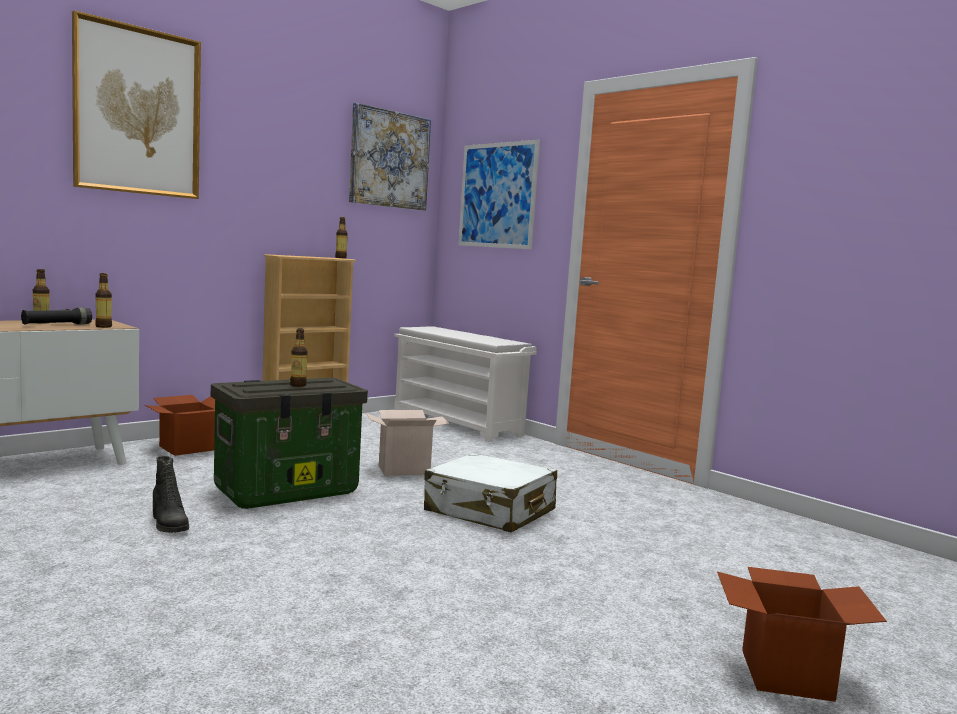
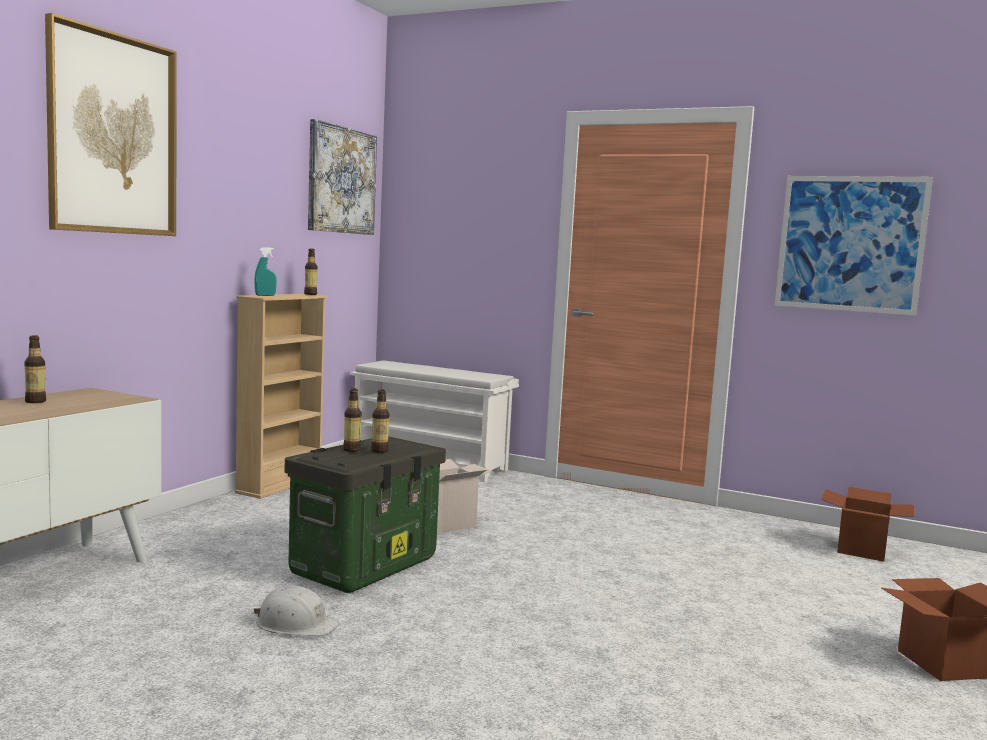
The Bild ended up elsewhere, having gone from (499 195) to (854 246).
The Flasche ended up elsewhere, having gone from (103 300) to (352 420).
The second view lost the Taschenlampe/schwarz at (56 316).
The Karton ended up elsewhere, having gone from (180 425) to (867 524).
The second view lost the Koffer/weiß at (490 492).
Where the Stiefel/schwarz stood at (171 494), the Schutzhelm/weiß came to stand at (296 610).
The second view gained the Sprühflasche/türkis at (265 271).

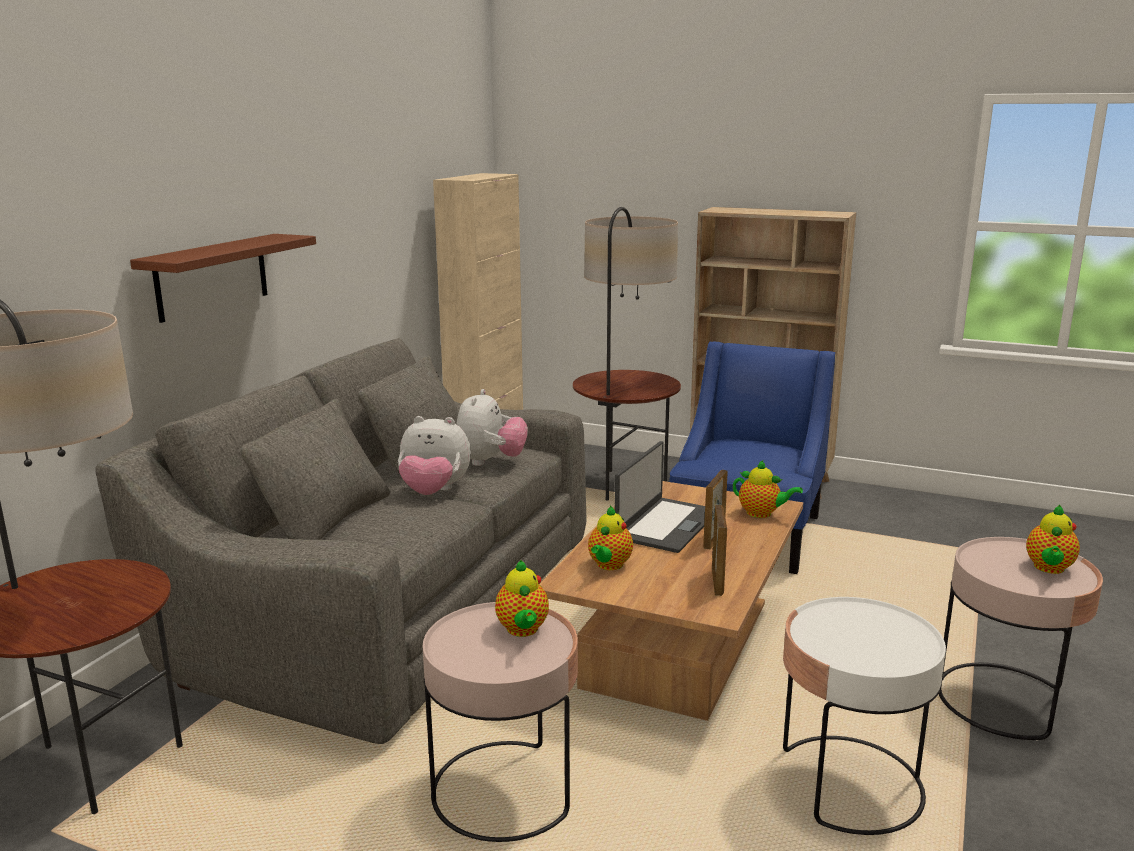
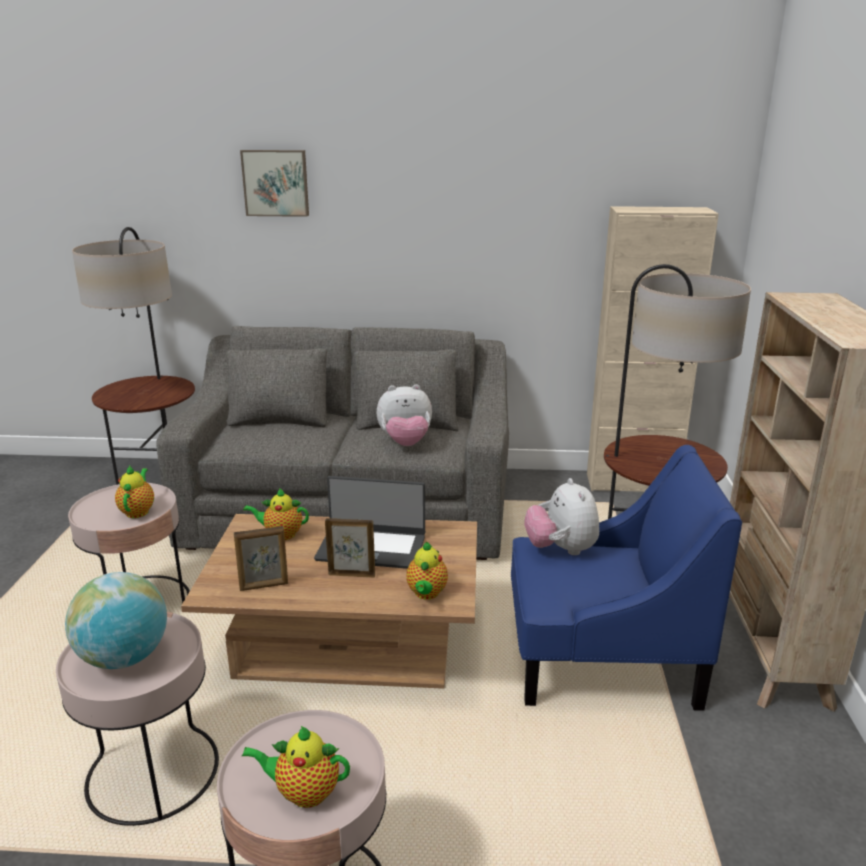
The second view lost the Wandregal/braun at (223 278).
The Plüschtier ended up elsewhere, having gone from (434 455) to (561 516).
The Teekanne at (522 598) ended up facing another way, 120 degrees clockwise from before.
What was the Beistelltisch/weiß at (864 716) turned into the Beistelltisch/rosa at (137 719).
The second view gained the Bild at (274 183).
The second view gained the Globus at (116 620).

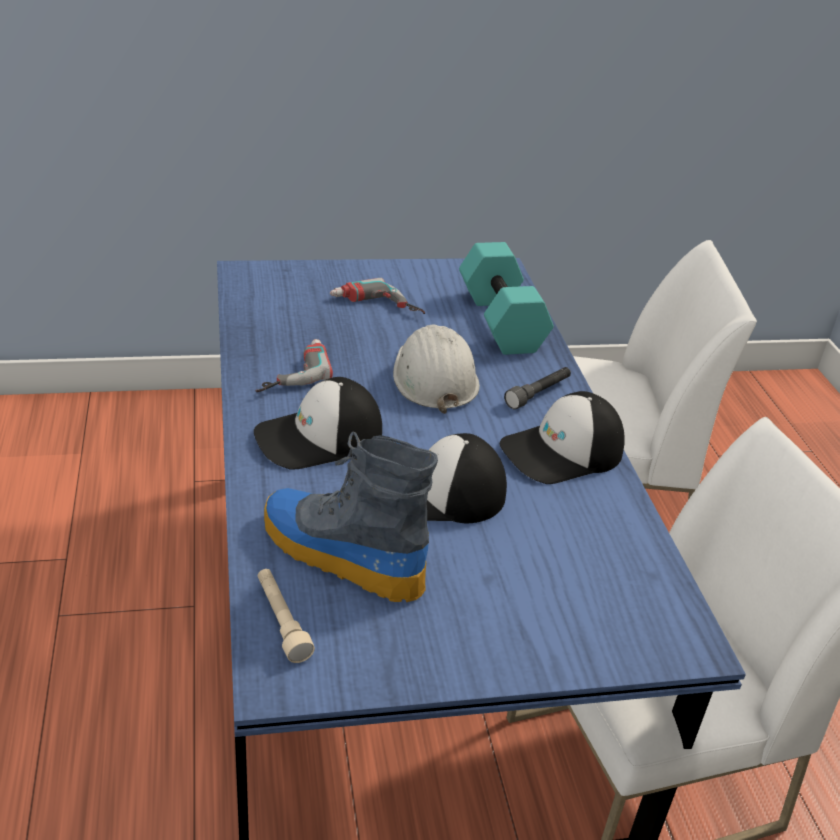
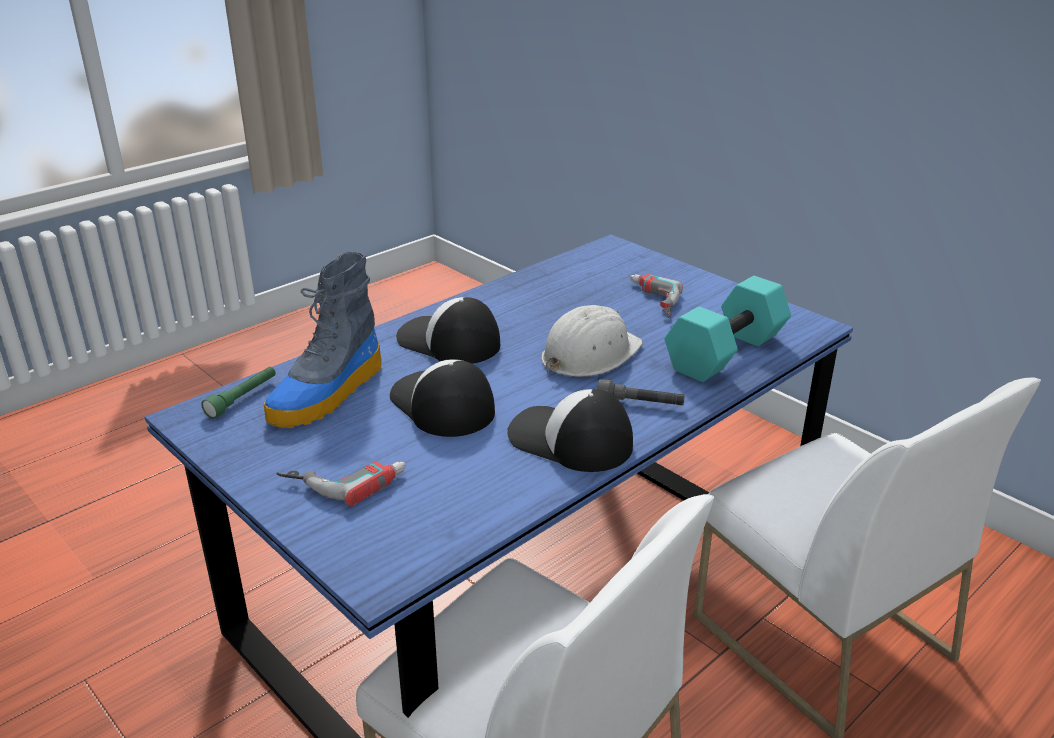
The Bohrmaschine ended up elsewhere, having gone from (294 365) to (341 484).
The Stiefel at (351 516) ended up facing another way, 150 degrees counterclockwise from before.
What was the Taschenlampe/beige at (286 616) turned into the Taschenlampe/grün at (238 393).

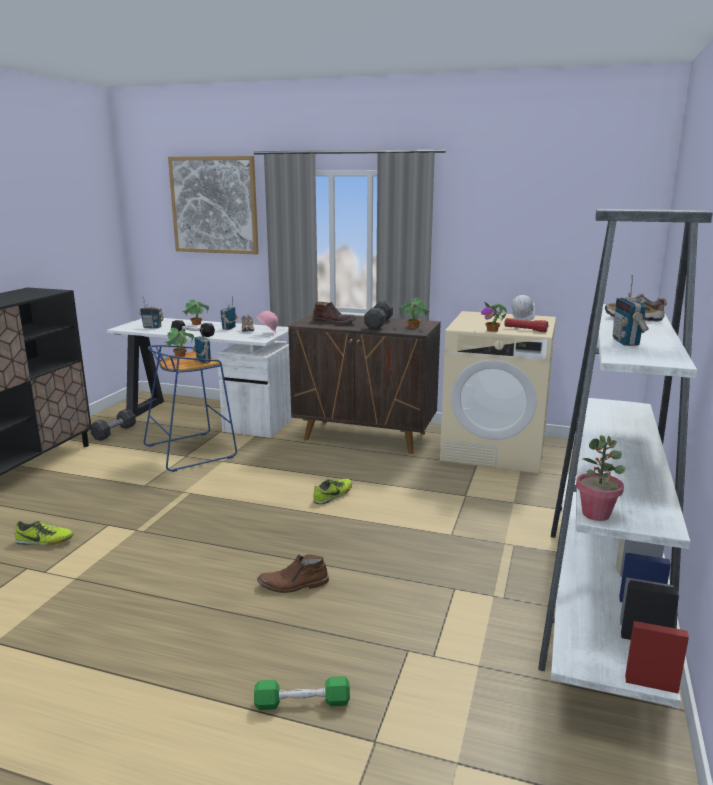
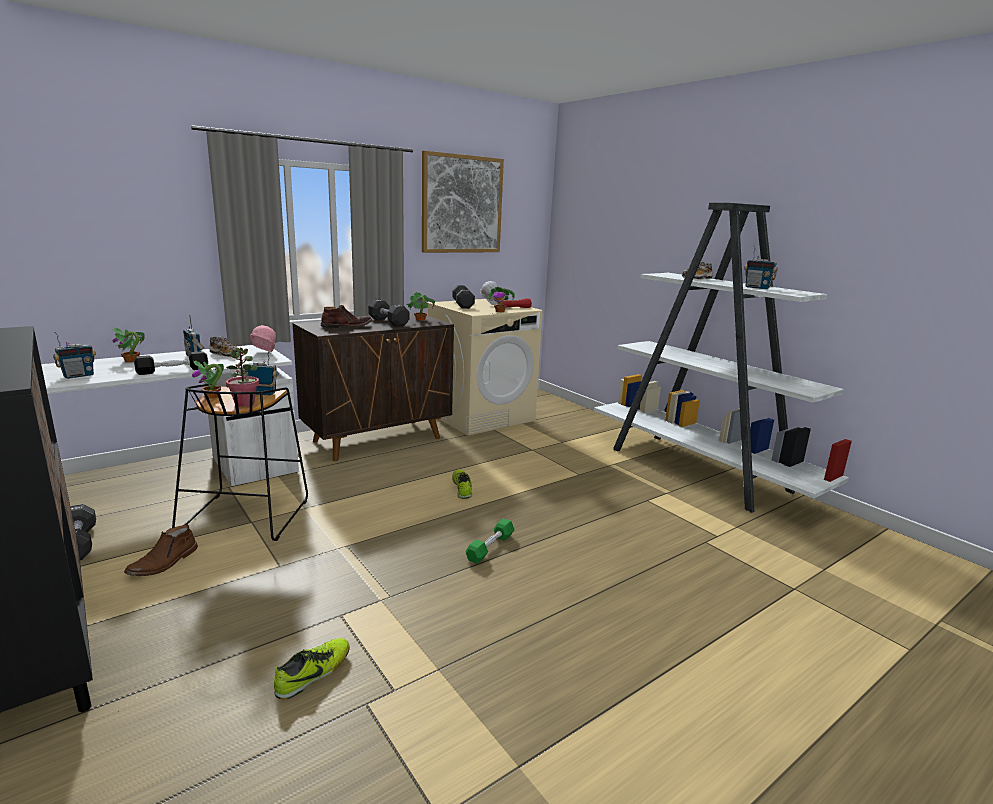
The Bild ended up elsewhere, having gone from (213 205) to (463 202).
What was the Hocker/blau at (190 408) turned into the Hocker/schwarz at (240 462).
The Topfpflanze ended up elsewhere, having gone from (601 478) to (242 377).
The Stiefel/braun ended up elsewhere, having gone from (293 574) to (161 550).
The Hantel/grün ended up elsewhere, having gone from (302 693) to (490 541).
The second view gained the Hantel/schwarz at (463 297).

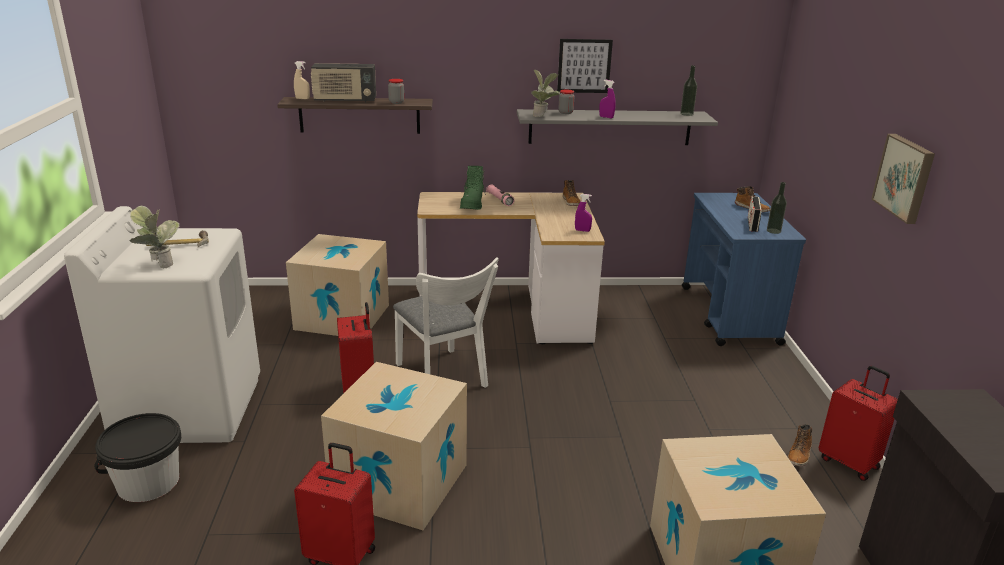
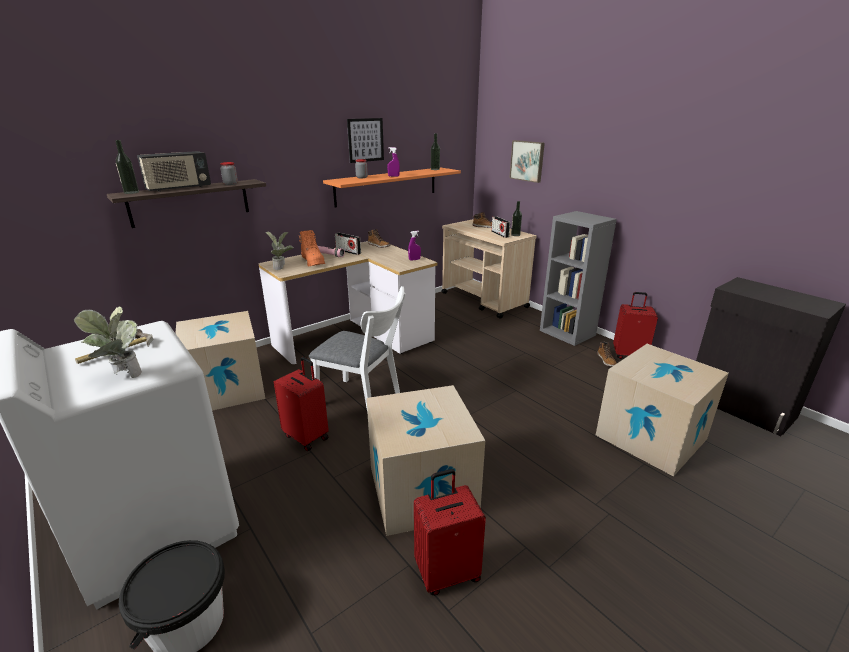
Where the Sprühflasche/beige stood at (302 80), the Flasche came to stand at (127 167).
The Topfpflanze ended up elsewhere, having gone from (545 93) to (279 251).
What was the Wandregal/grau at (617 127) turned into the Wandregal/orange at (392 187).
The Bild ended up elsewhere, having gone from (903 179) to (527 161).
What was the Stiefel/grün at (473 188) turned into the Stiefel/orange at (312 248).
What was the Rollwagen/blau at (744 269) turned into the Rollwagen/beige at (489 269).
The second view gained the Bücherregal/grau at (578 278).
The second view gained the Radio at (348 244).

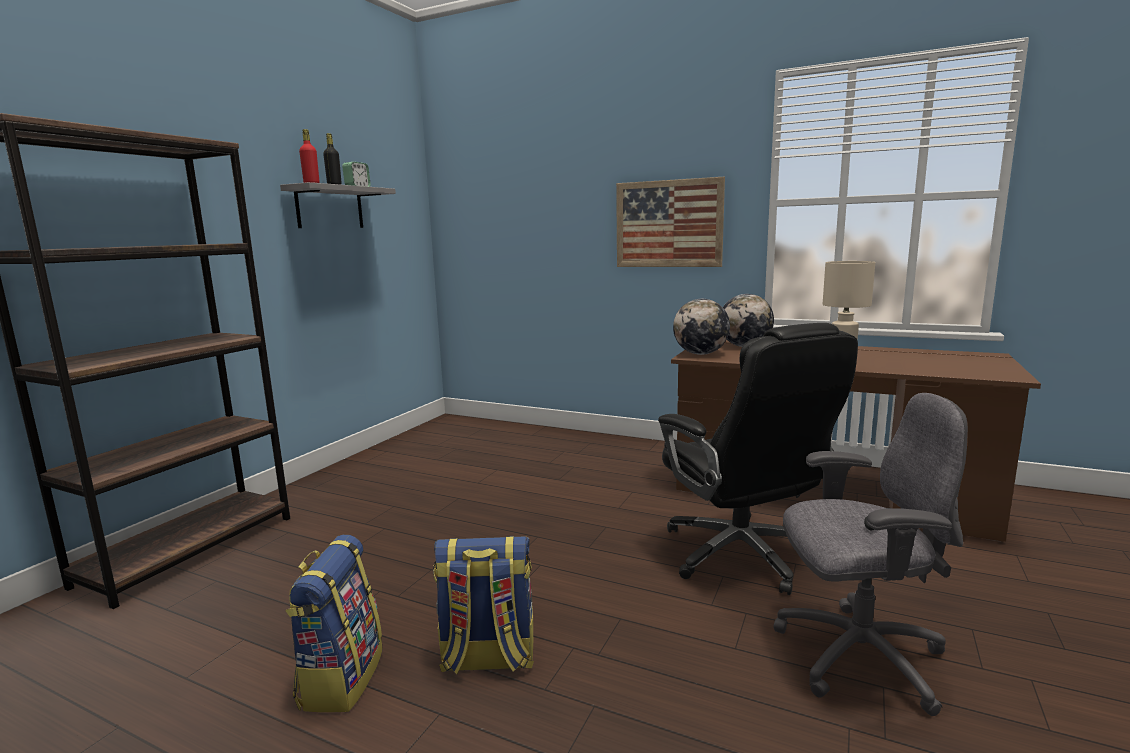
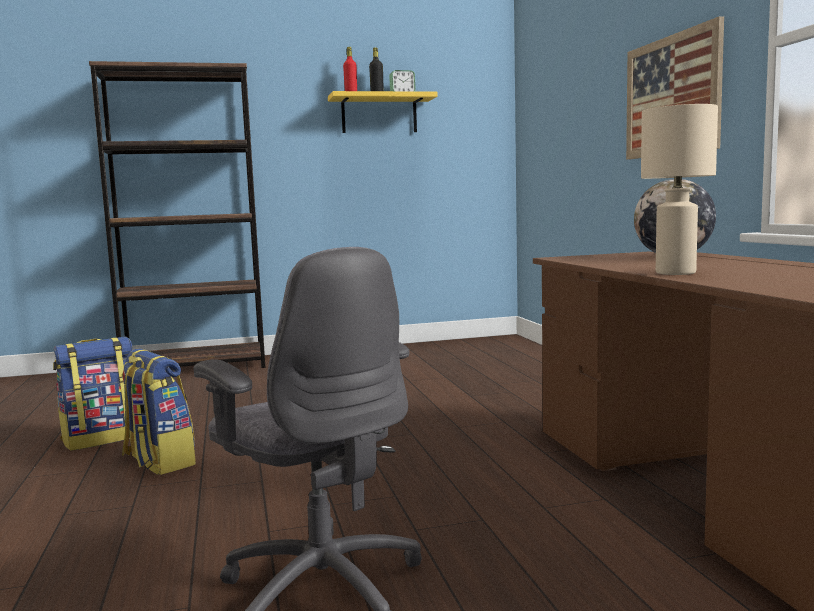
What was the Wandregal/grau at (338 205) turned into the Wandregal/gelb at (383 112).
The second view lost the Globus at (701 327).
The second view lost the Bürostuhl/schwarz at (758 459).

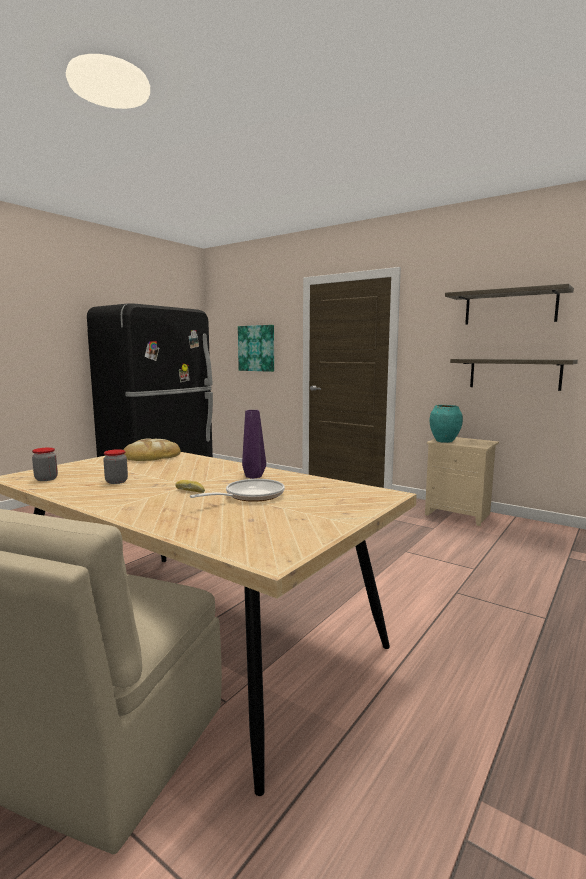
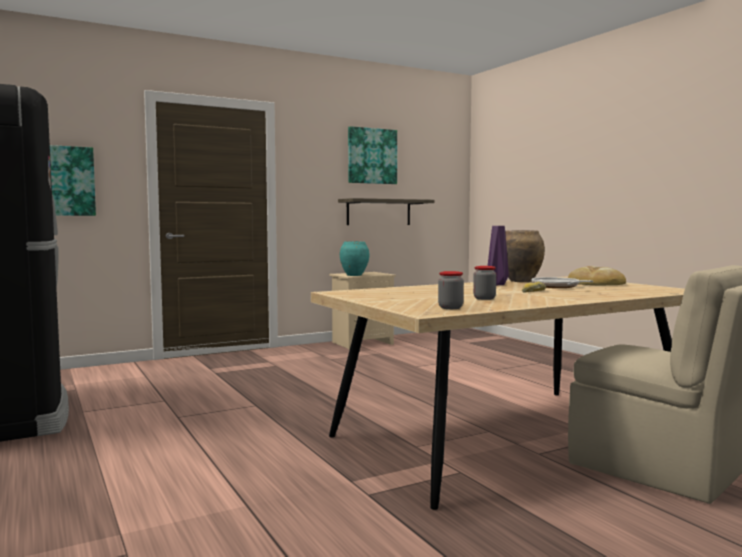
Where the Wandregal hung at (509 304), the Bild came to hang at (372 155).
The Brot ended up elsewhere, having gone from (152 449) to (597 276).
The second view gained the Vase/braun at (525 256).

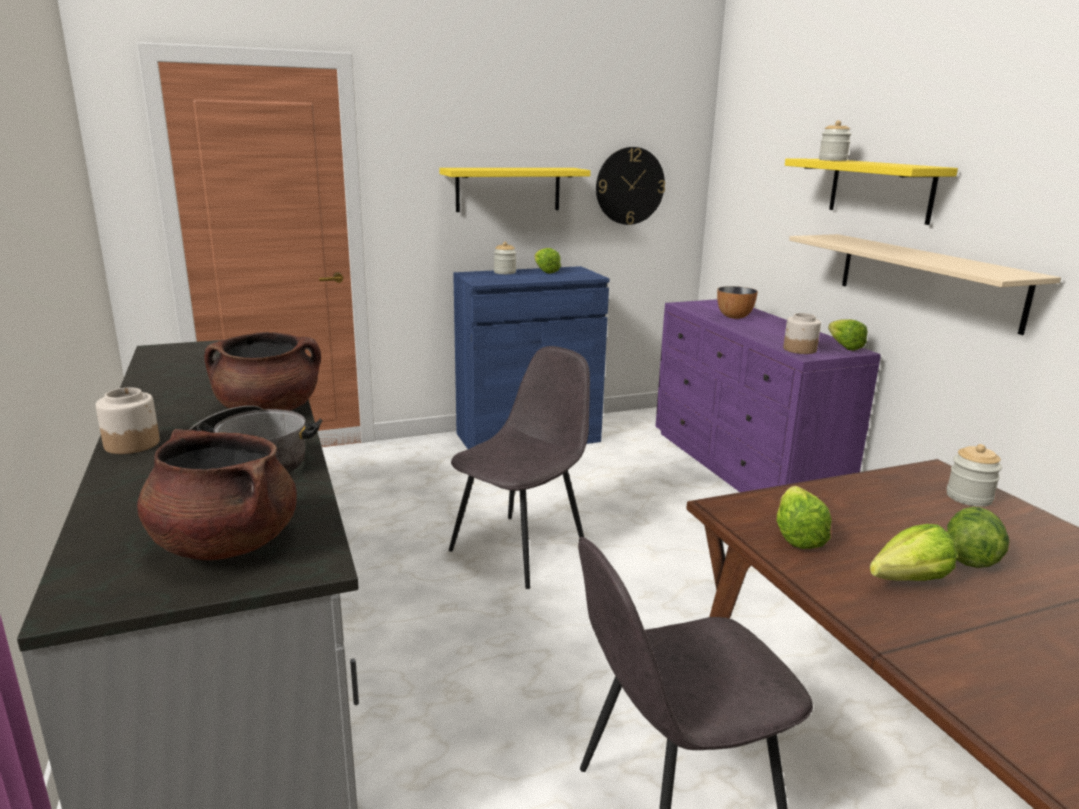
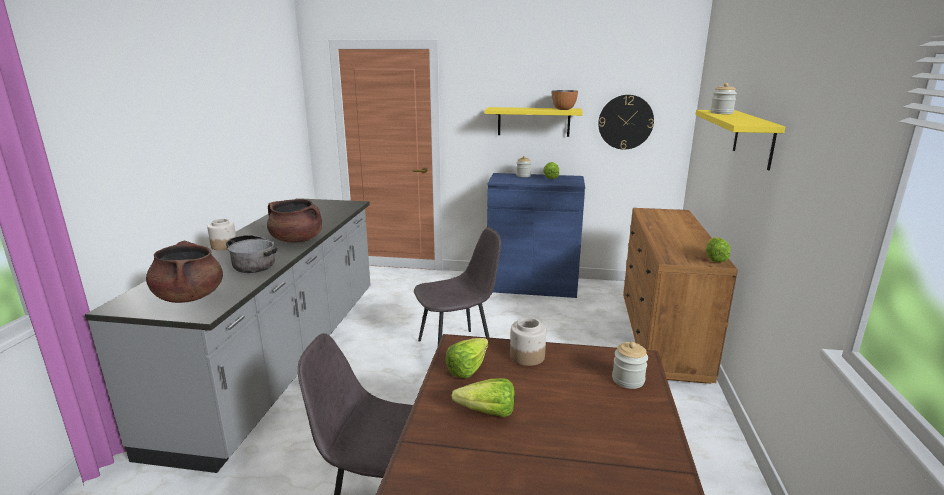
The second view lost the Wandregal/beige at (925 284).
The Schüssel ended up elsewhere, having gone from (737 302) to (565 100).
What was the Kommode/lila at (768 395) turned into the Kommode/braun at (680 296).
The Vorratsglas ended up elsewhere, having gone from (802 333) to (528 342).
The second view lost the Salatkopf at (978 537).

